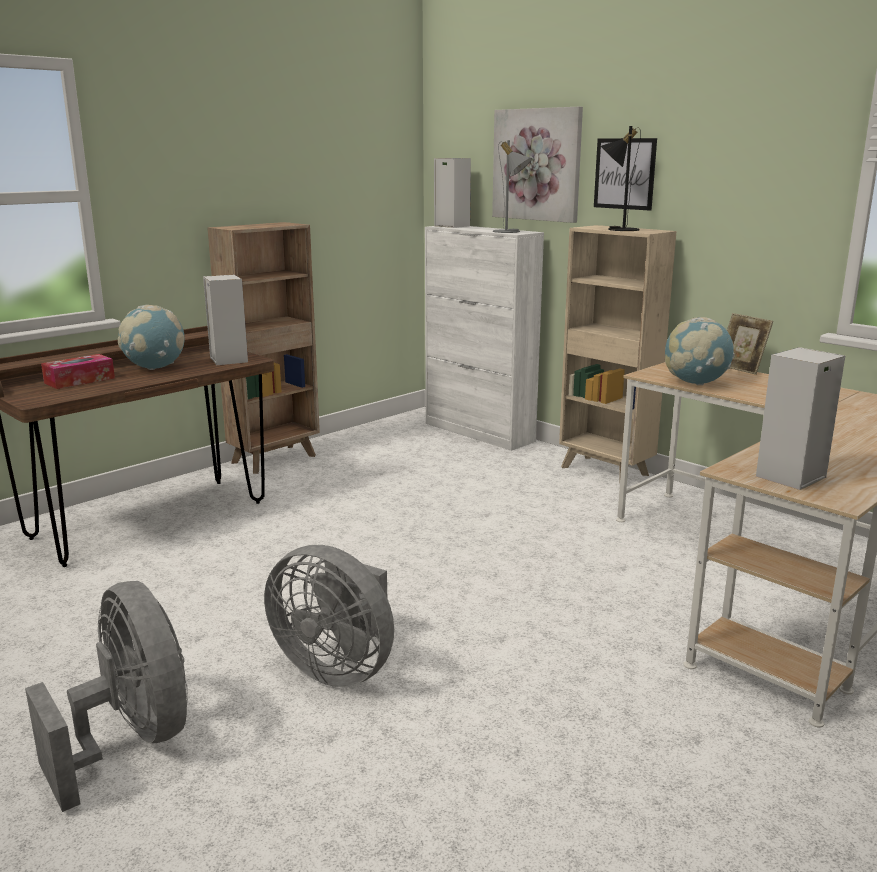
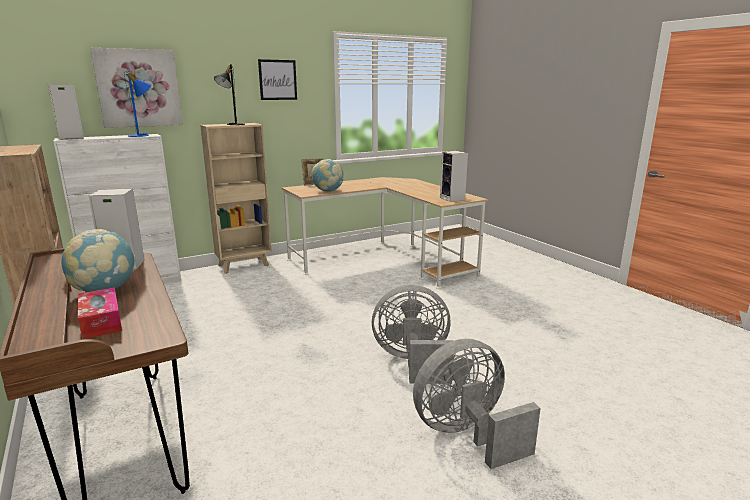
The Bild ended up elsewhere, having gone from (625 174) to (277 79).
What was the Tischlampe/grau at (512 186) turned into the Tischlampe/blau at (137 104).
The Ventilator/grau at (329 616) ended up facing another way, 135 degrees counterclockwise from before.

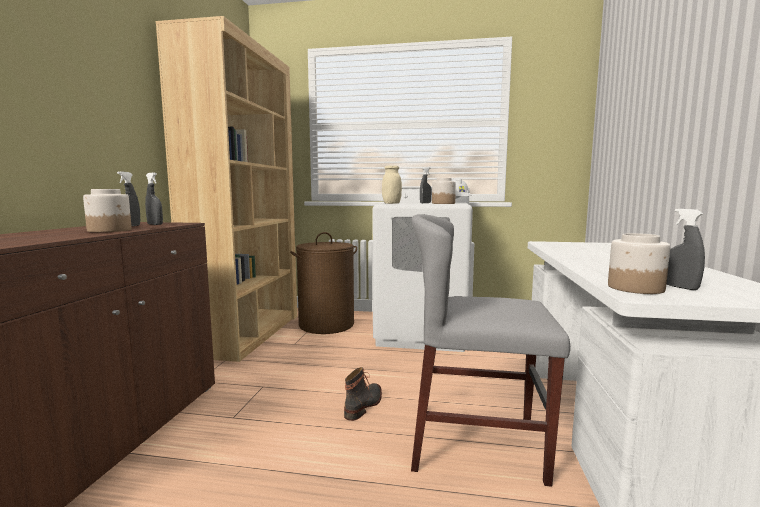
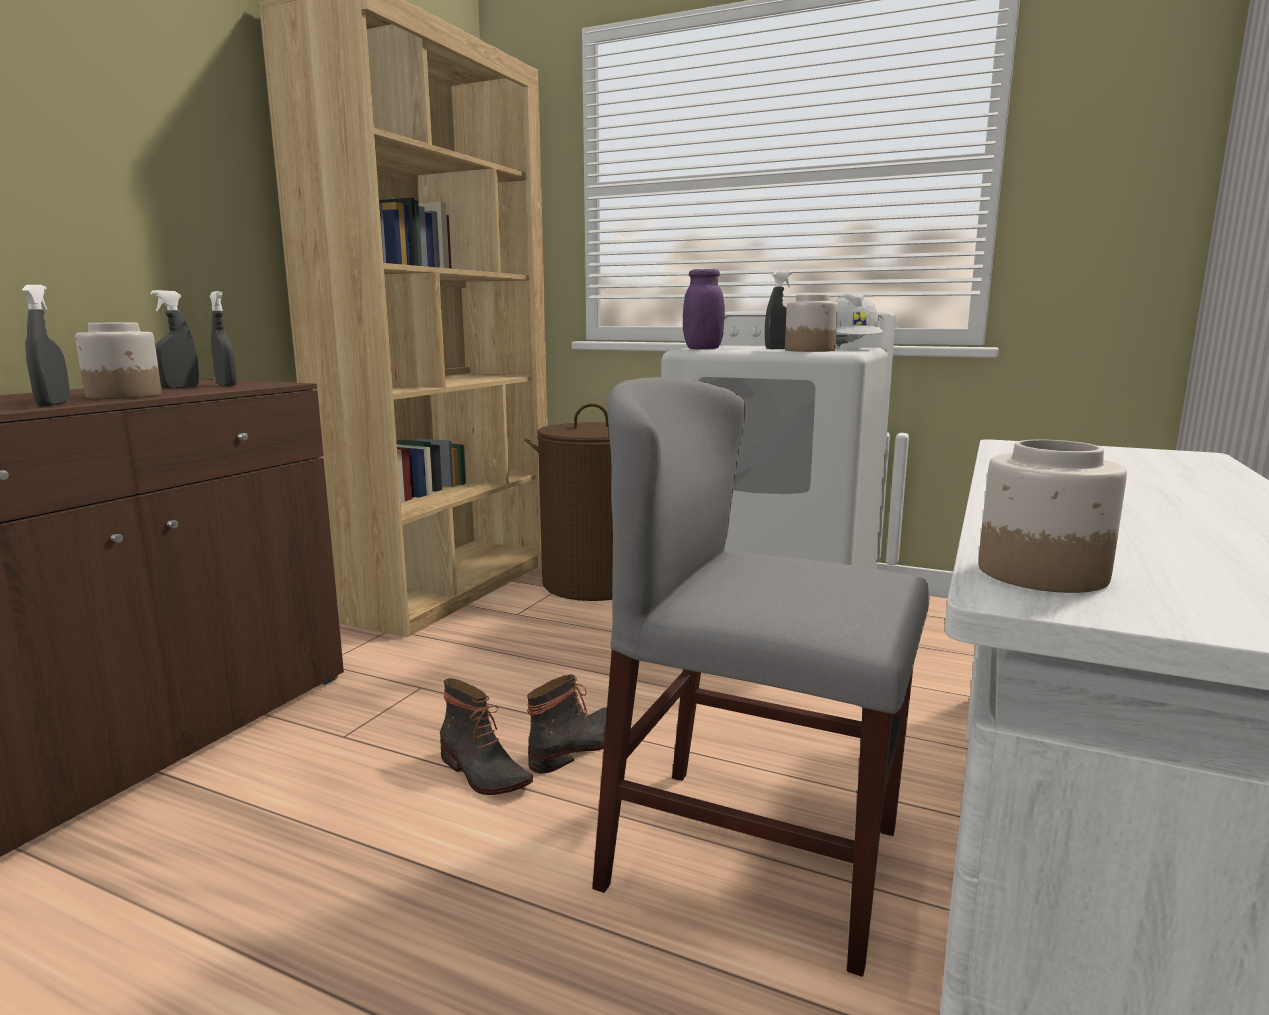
What was the Vorratsglas/beige at (392 185) turned into the Vorratsglas/lila at (704 309).
The Sprühflasche/grau ended up elsewhere, having gone from (686 249) to (46 345).
The second view gained the Stiefel at (486 736).

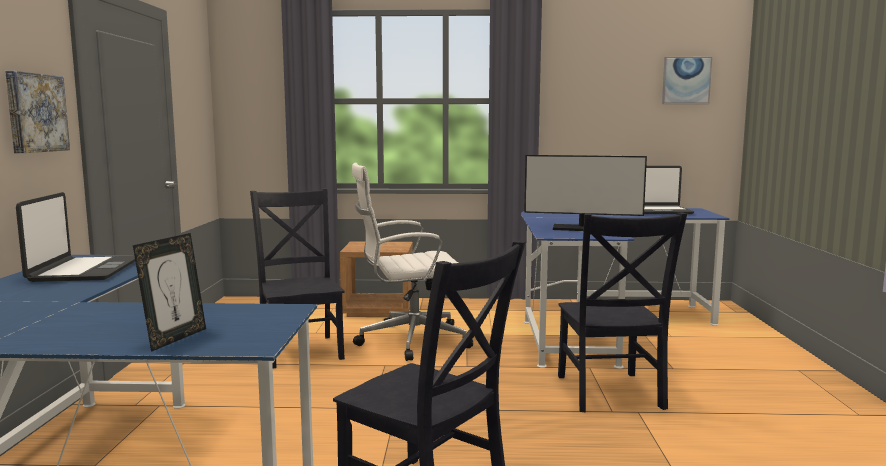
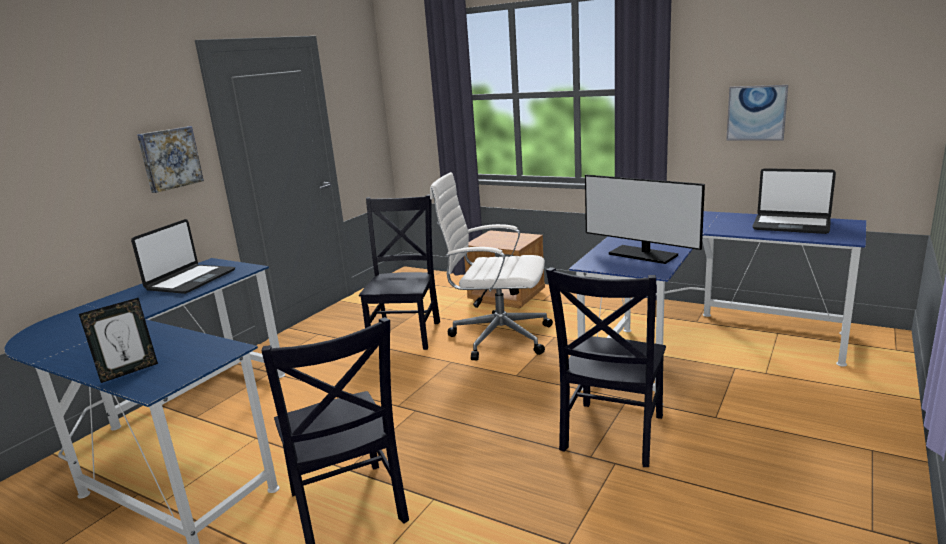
The Bild ended up elsewhere, having gone from (687 80) to (757 113).

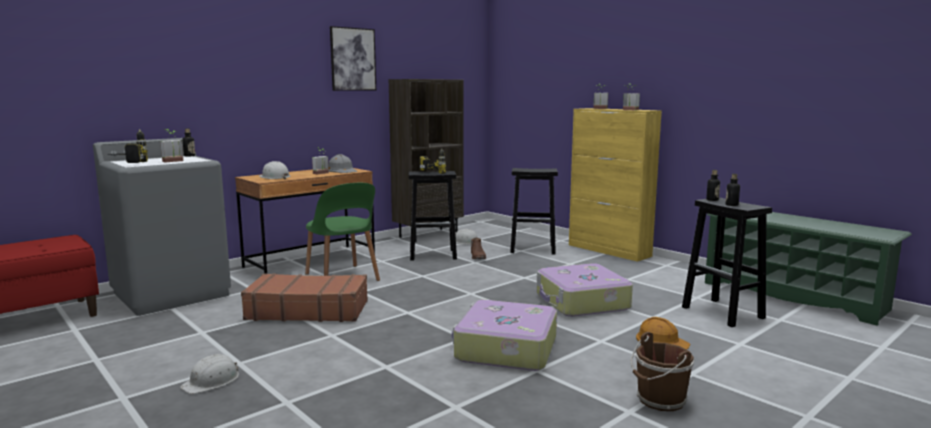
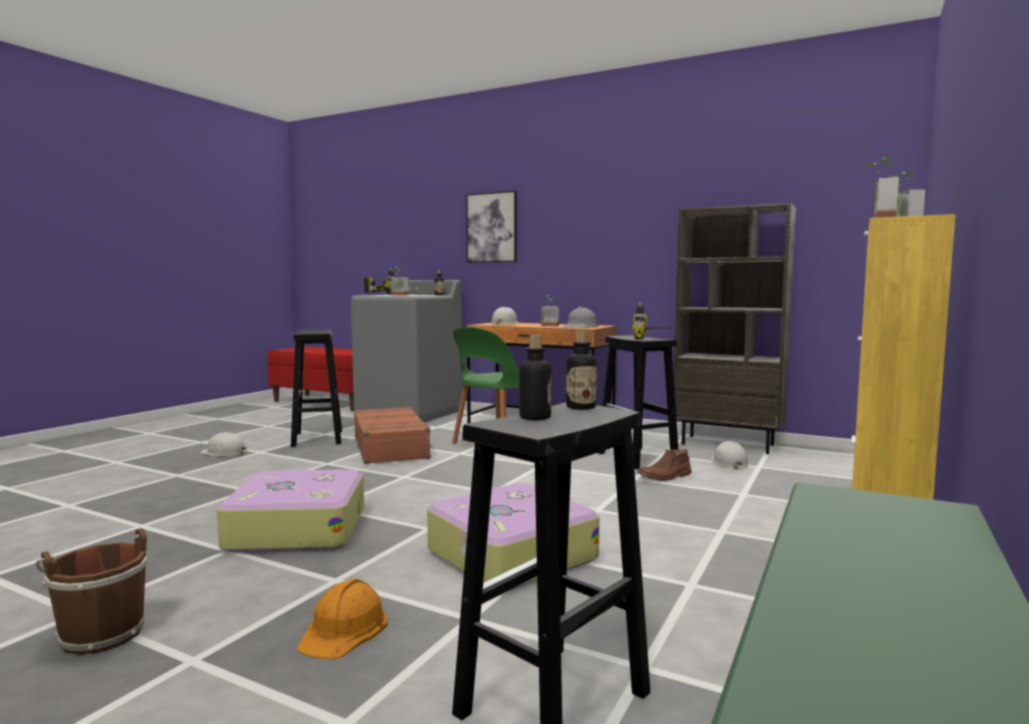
The Bild ended up elsewhere, having gone from (353 58) to (491 227).
The Hocker/schwarz ended up elsewhere, having gone from (534 211) to (316 388).

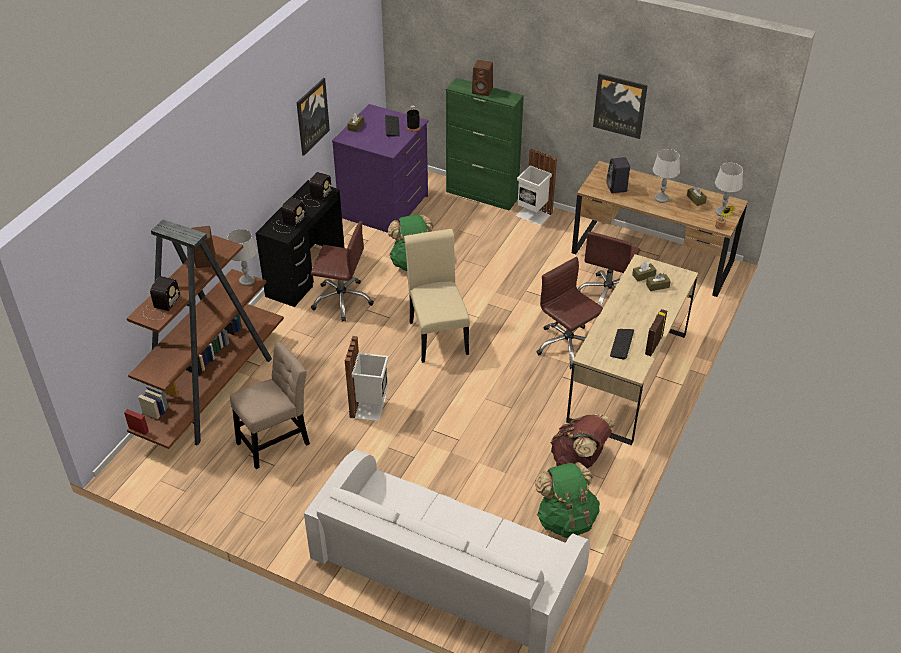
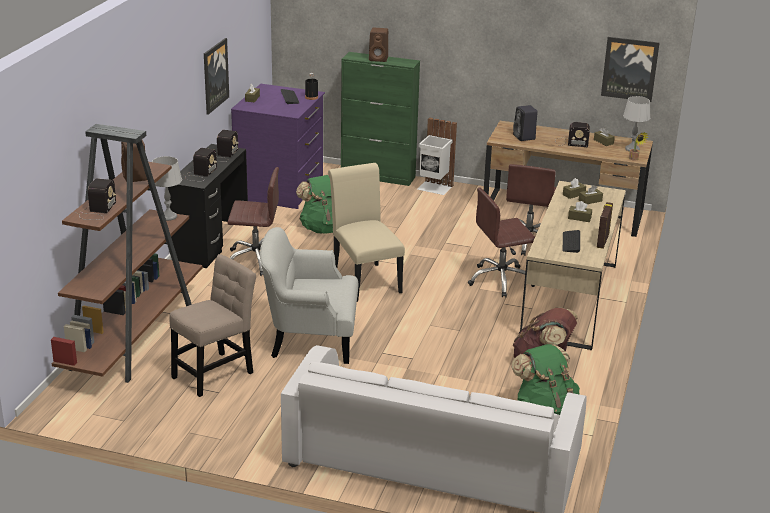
The Bild ended up elsewhere, having gone from (620 106) to (630 69).
Where the Tischlampe/grau stood at (666 176), the Radio came to stand at (572 134).
The Bürostuhl/braun at (569 313) ended up facing another way, 60 degrees counterclockwise from before.
Where the Mülleimer/weiß stood at (366 378), the Sessel/weiß came to stand at (309 295).
The second view gained the Taschentuchbox/braun at (580 211).

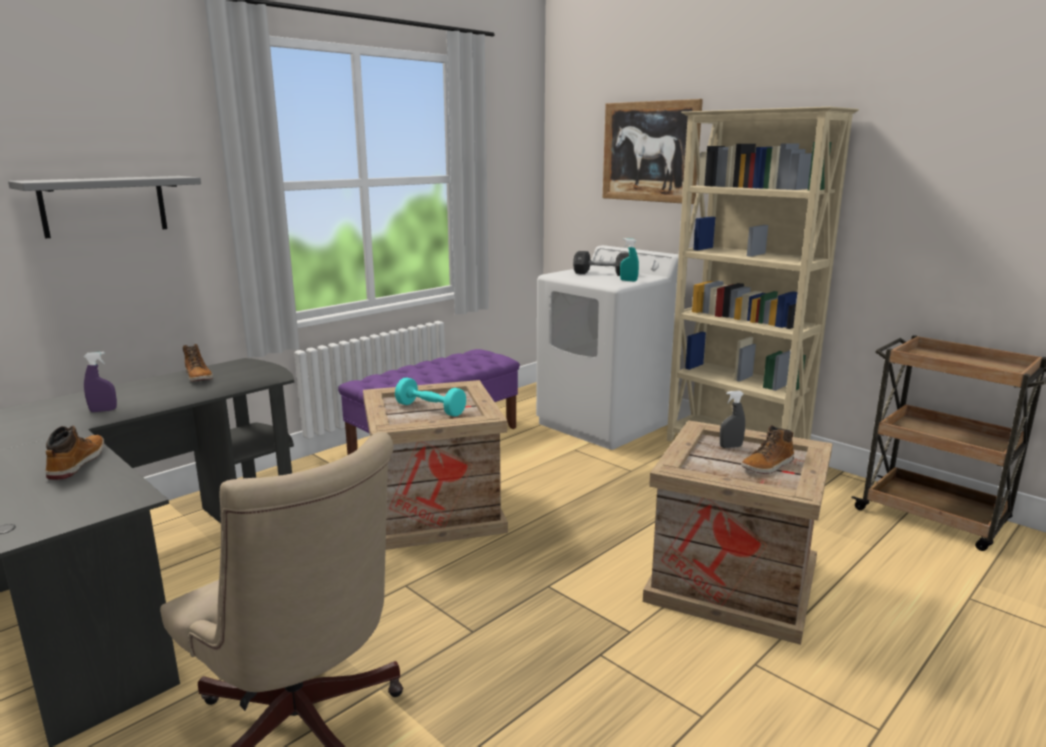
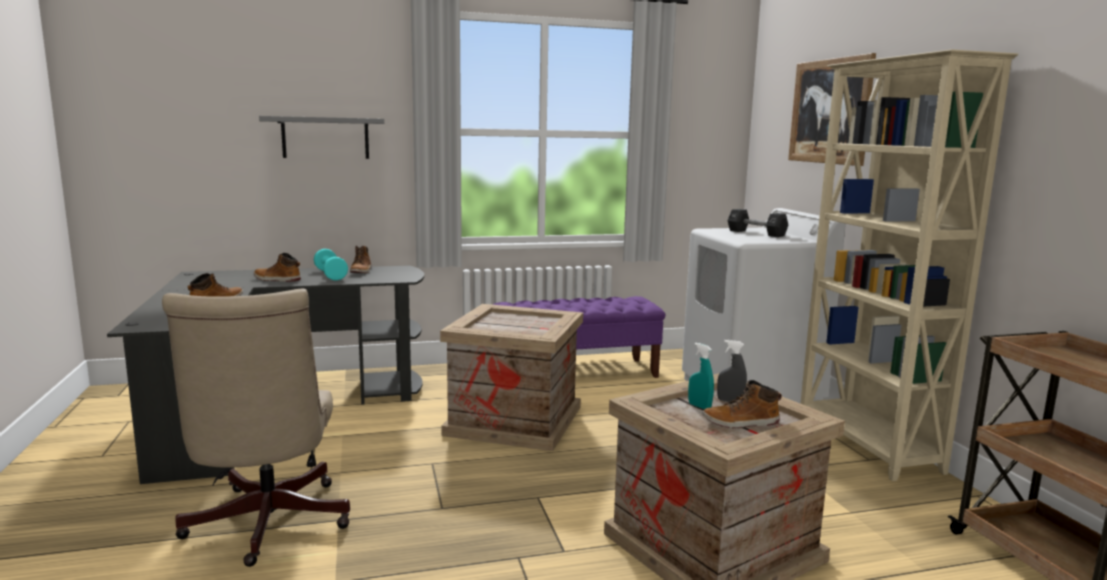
The Sprühflasche/türkis ended up elsewhere, having gone from (629 259) to (701 376).
Where the Sprühflasche/lila stood at (100 382), the Stiefel came to stand at (277 267).
The Hantel/türkis ended up elsewhere, having gone from (430 397) to (331 265).

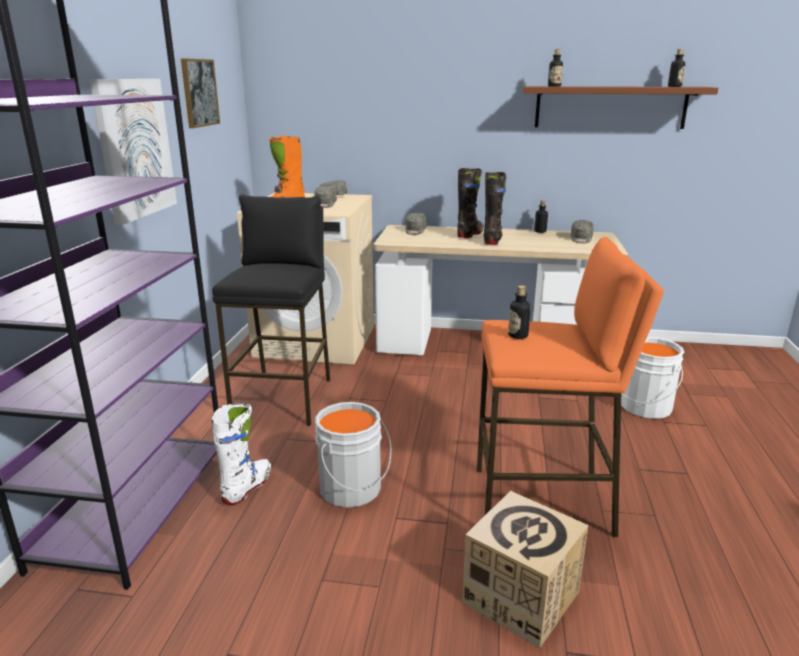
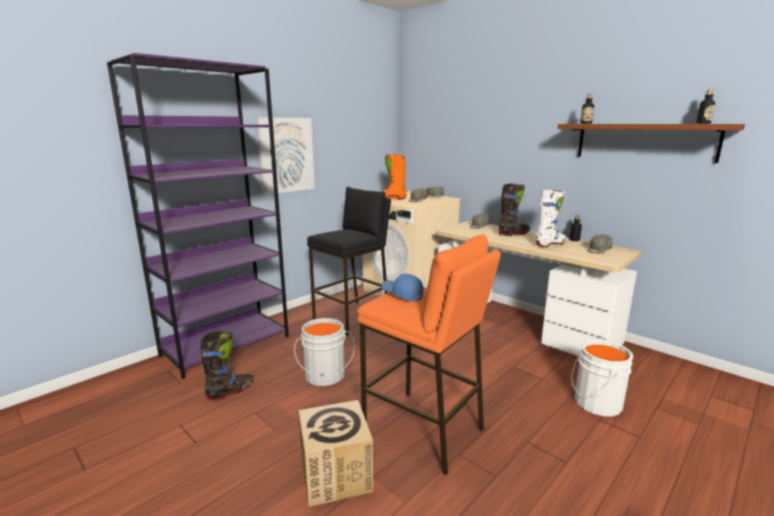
The second view lost the Bild at (200 93).
The Stiefel/schwarz ended up elsewhere, having gone from (495 208) to (227 366).
Where the Flasche stood at (519 312), the Kappe/blau came to stand at (402 288).
The Stiefel/weiß ended up elsewhere, having gone from (241 454) to (551 218).

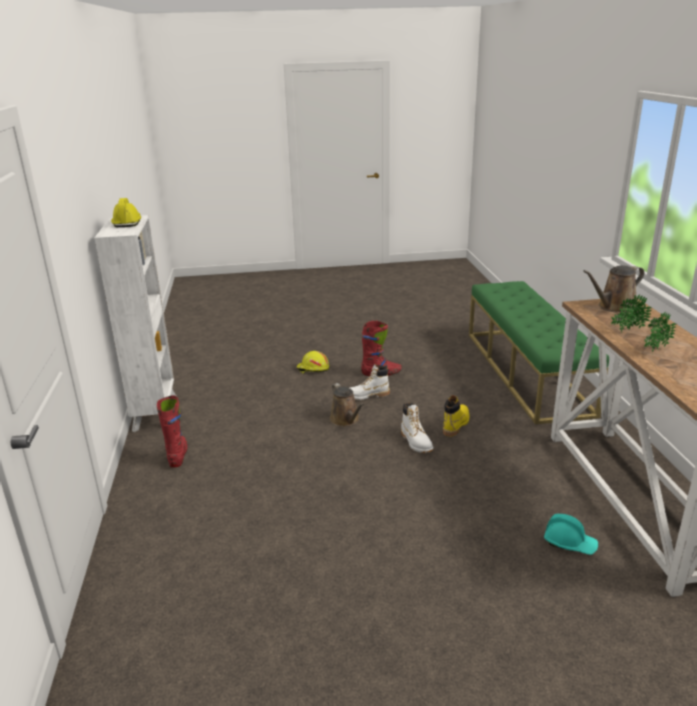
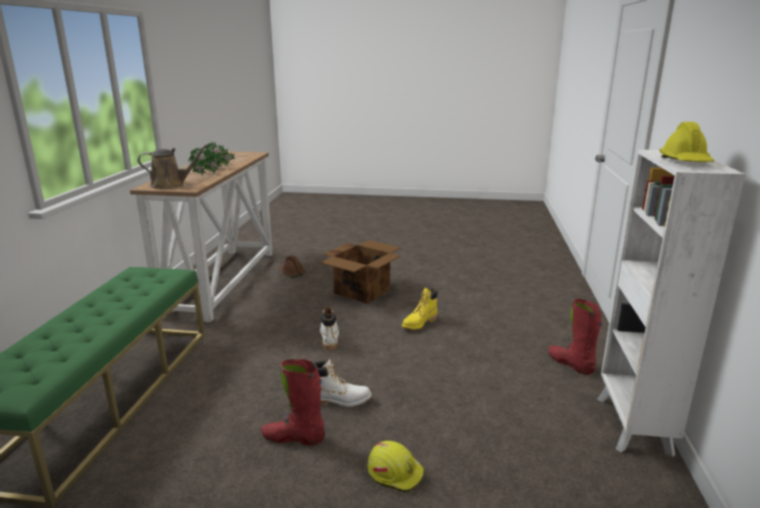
The second view lost the Gießkanne/braun at (347 405).
The Stiefel/rot at (172 431) ended up facing another way, 135 degrees clockwise from before.
The Stiefel/gelb ended up elsewhere, having gone from (456 416) to (420 309).
What was the Schutzhelm/türkis at (571 534) turned into the Schutzhelm/braun at (292 267).
The second view gained the Karton at (360 272).

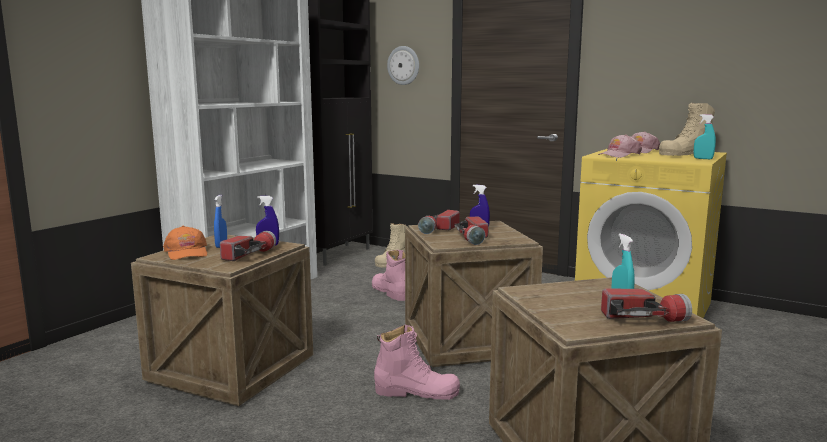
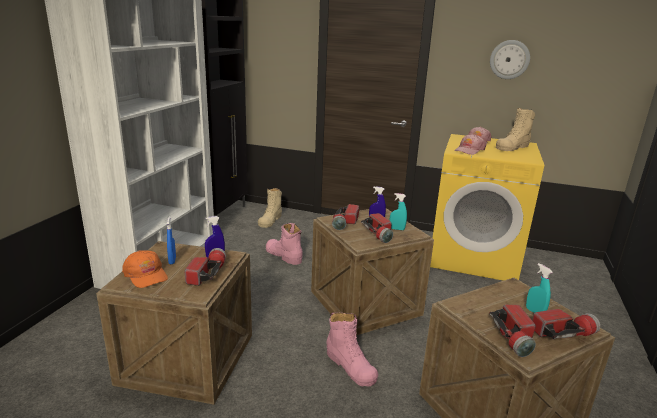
The Wanduhr ended up elsewhere, having gone from (403 65) to (510 59).
The Sprühflasche/türkis ended up elsewhere, having gone from (705 136) to (398 211).
The Stiefel/rosa at (417 362) ended up facing another way, 60 degrees clockwise from before.
The second view gained the Taschenlampe at (512 331).

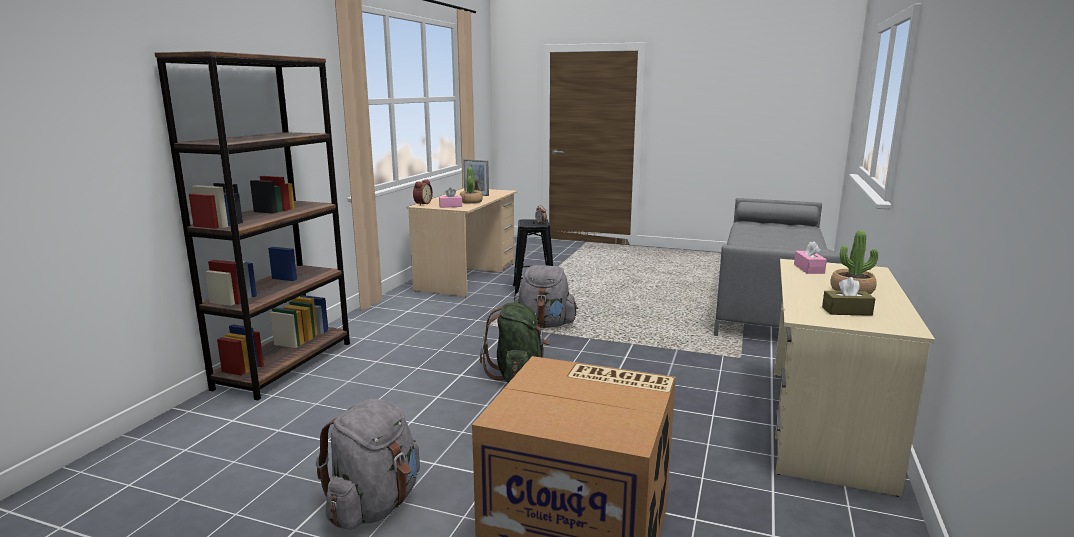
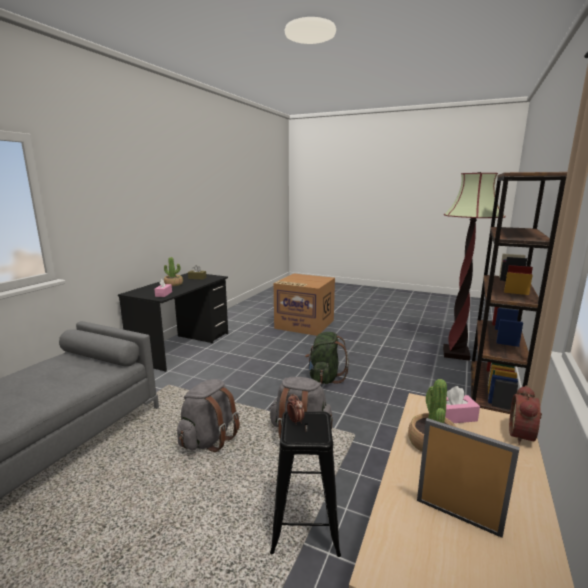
What was the Schreibtisch/beige at (854 378) turned into the Schreibtisch/schwarz at (173 322).
The Rucksack/grau ended up elsewhere, having gone from (368 464) to (208 415).
The second view gained the Stehlampe at (474 266).

